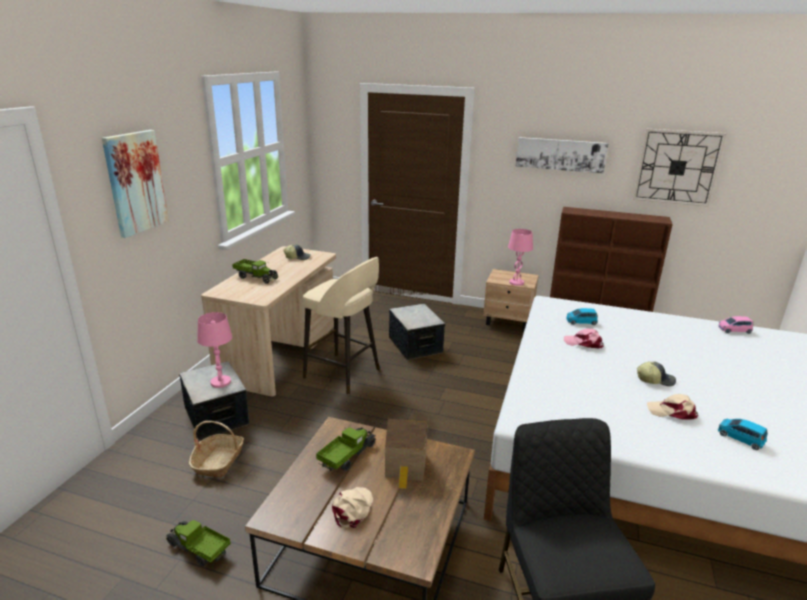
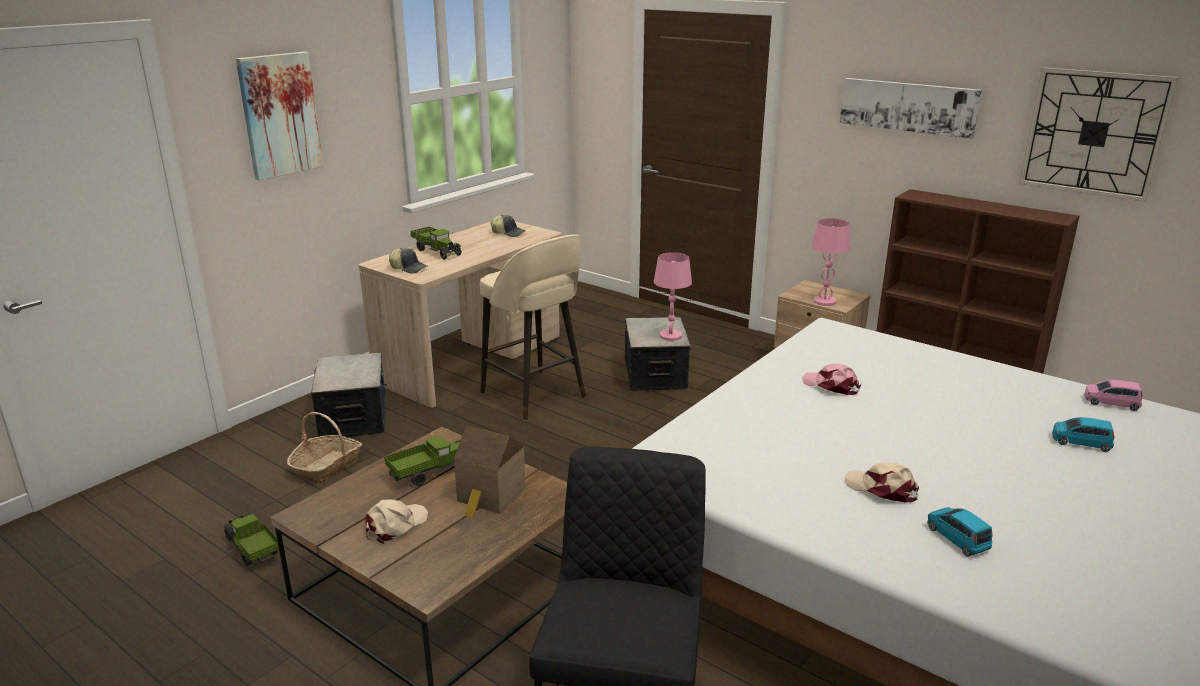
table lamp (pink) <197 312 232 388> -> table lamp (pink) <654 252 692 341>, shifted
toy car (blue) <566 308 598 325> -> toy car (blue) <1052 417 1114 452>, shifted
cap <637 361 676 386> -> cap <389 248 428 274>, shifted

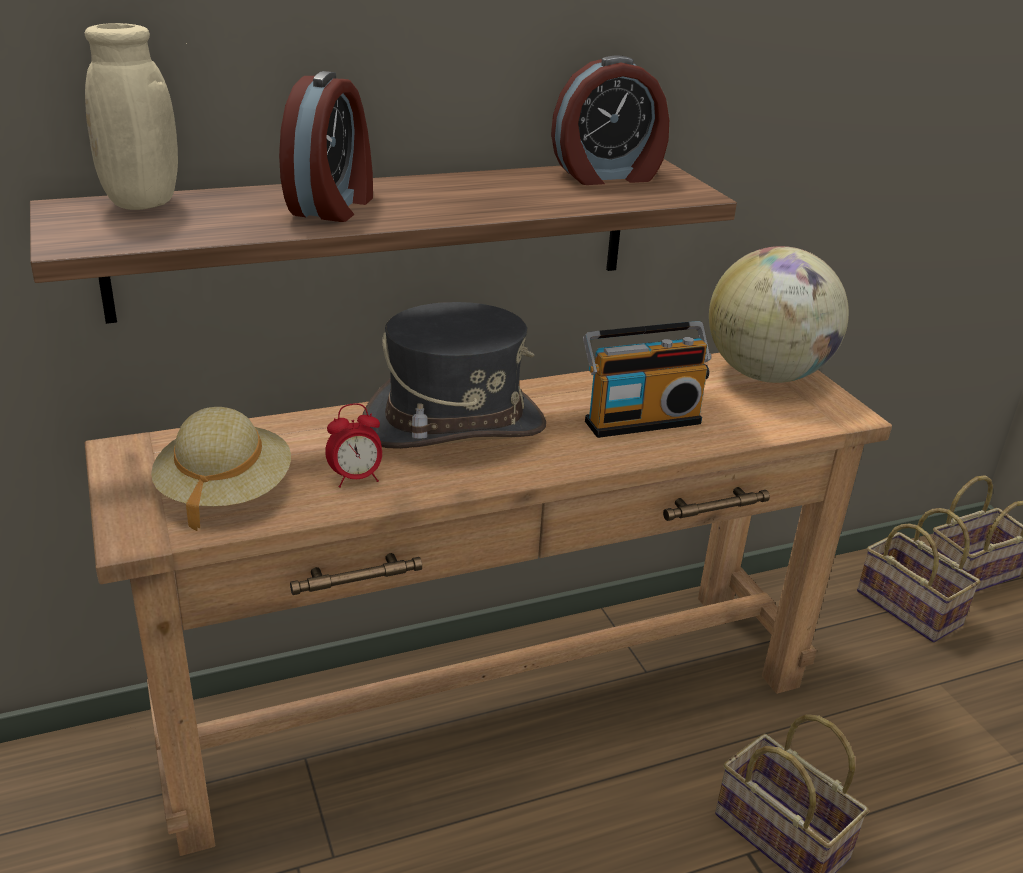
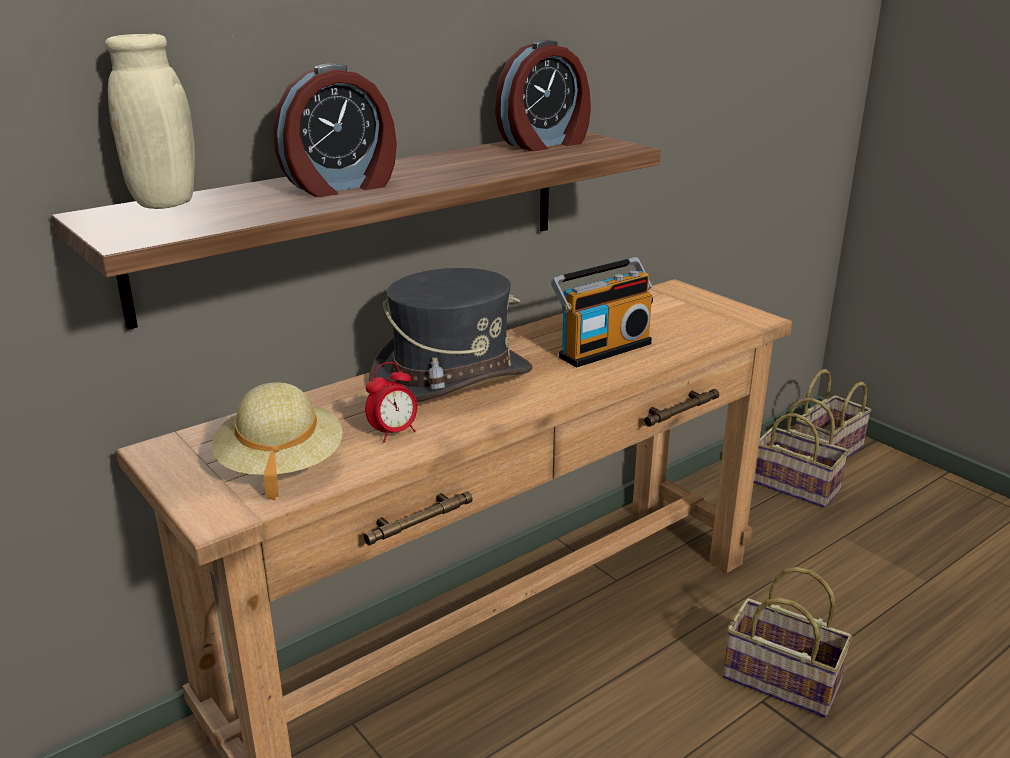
globe <709 246 849 383> -> none
alarm clock <279 71 373 222> -> alarm clock <273 63 397 197>, 60 degrees clockwise

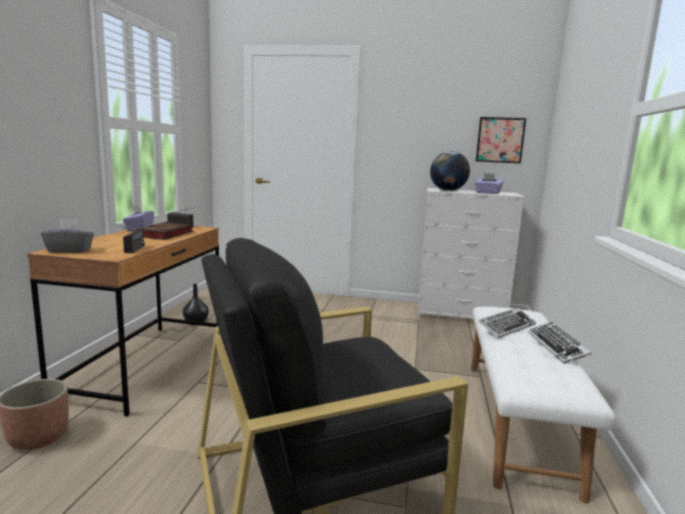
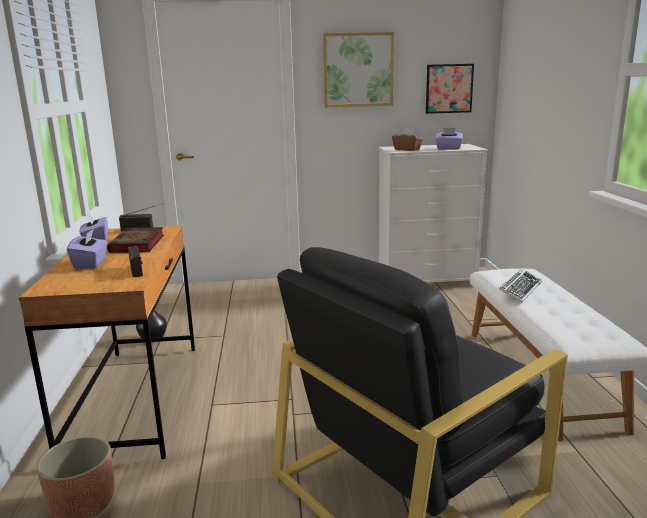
tissue box (grey) <41 219 94 253> -> none
keyboard <528 322 592 364> -> none
none -> tissue box (purple) <67 229 107 269>
none -> picture <323 32 394 107>
globe <430 151 470 191> -> tissue box (brown) <392 128 423 151>

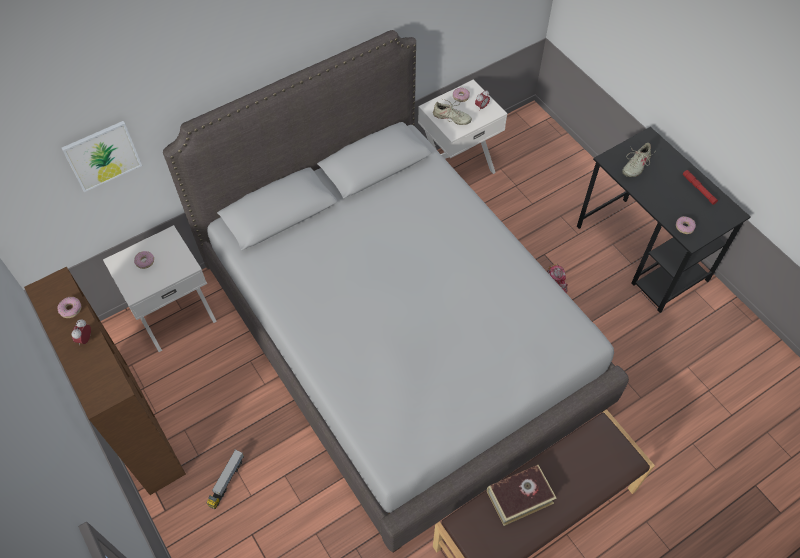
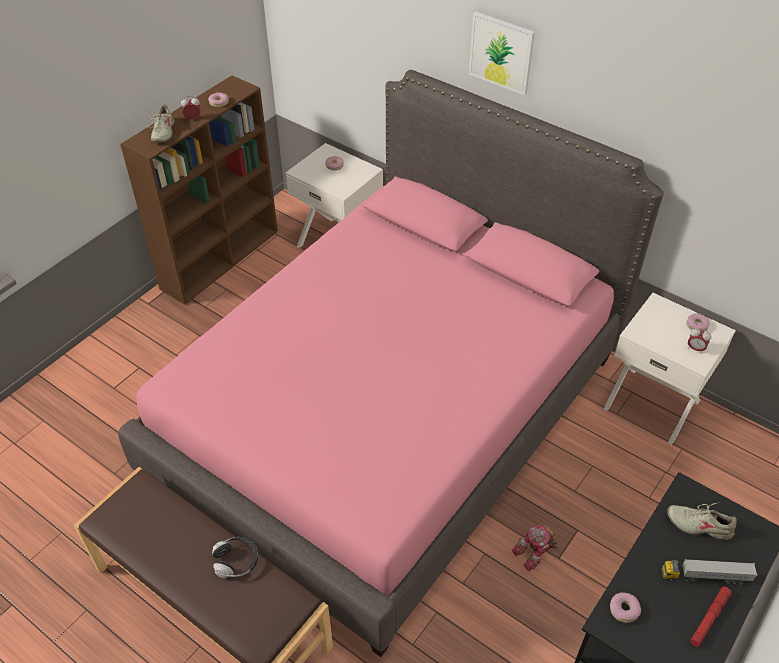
book <487 465 557 526> -> none
none -> headphones <212 537 258 578>
picture <62 121 142 192> -> picture <469 12 535 96>, shifted
toy truck <207 450 244 509> -> toy truck <661 559 757 585>, shifted
shoe (beige) <433 99 472 125> -> shoe (beige) <148 104 175 143>, shifted
bed (grey) <163 30 629 553> -> bed (pink) <118 70 664 657>

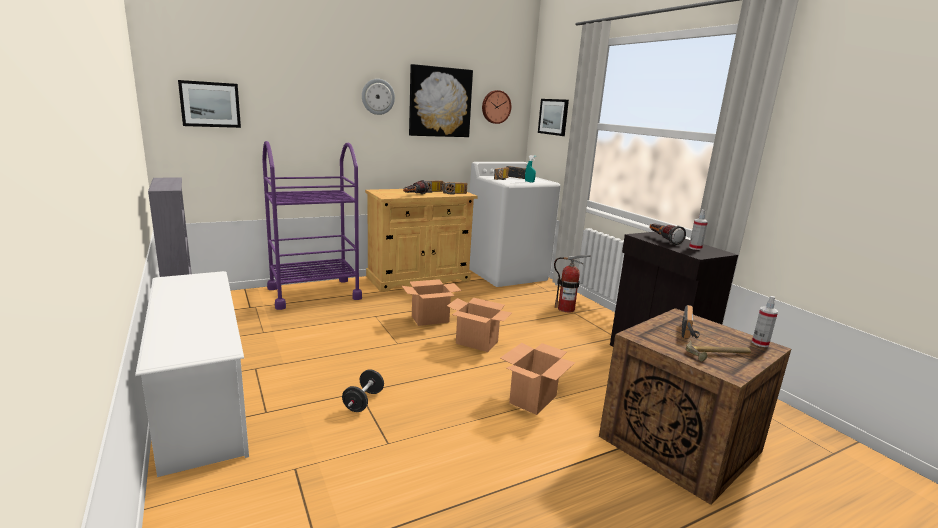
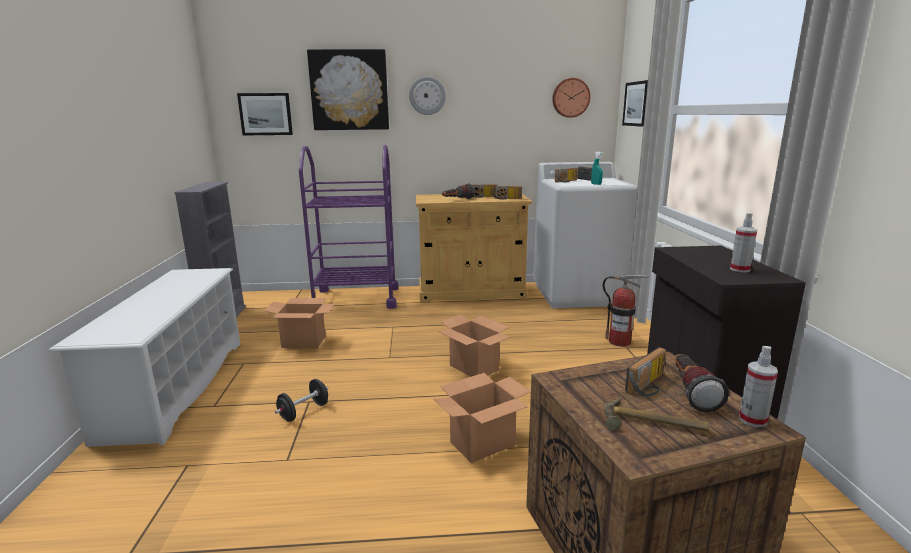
cardboard box <402 279 462 326> -> cardboard box <264 298 335 348>, shifted
picture <409 64 473 137> -> picture <307 49 389 130>, shifted
flashlight <650 224 686 245> -> flashlight <675 354 729 412>, shifted

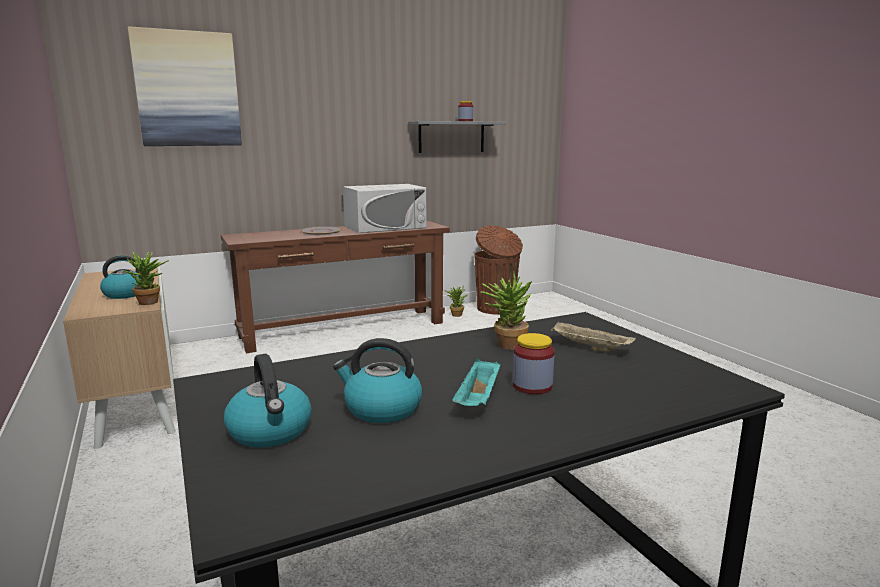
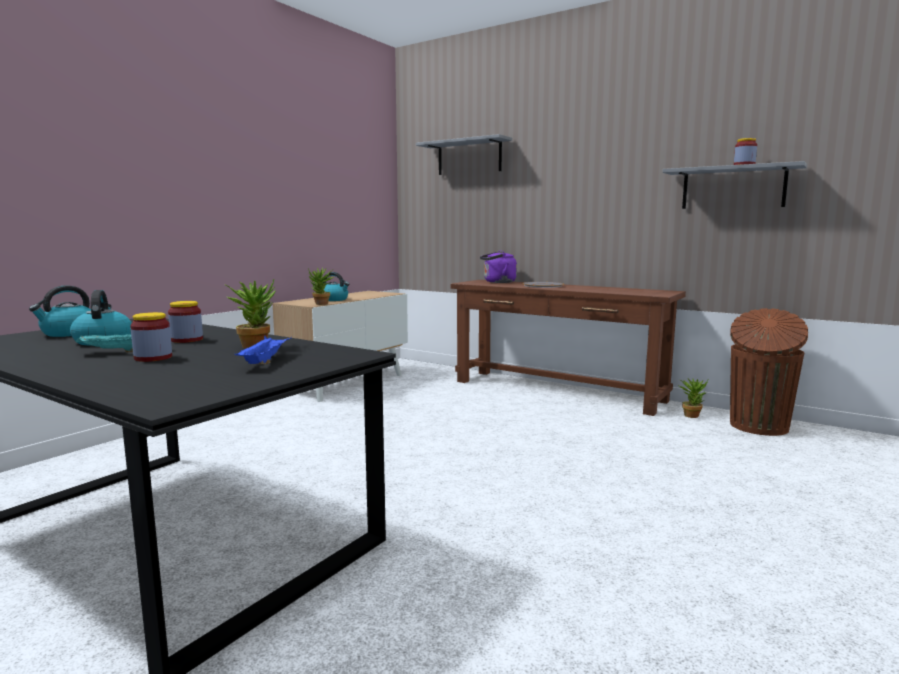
microwave (white) <343 184 427 233> -> none
none -> jar <168 301 203 343>
none -> kettle (purple) <480 251 517 283>
picture <128 26 242 146> -> shelf (grey) <416 134 512 175>
tray (beige) <551 322 636 351> -> tray (blue) <234 336 292 364>

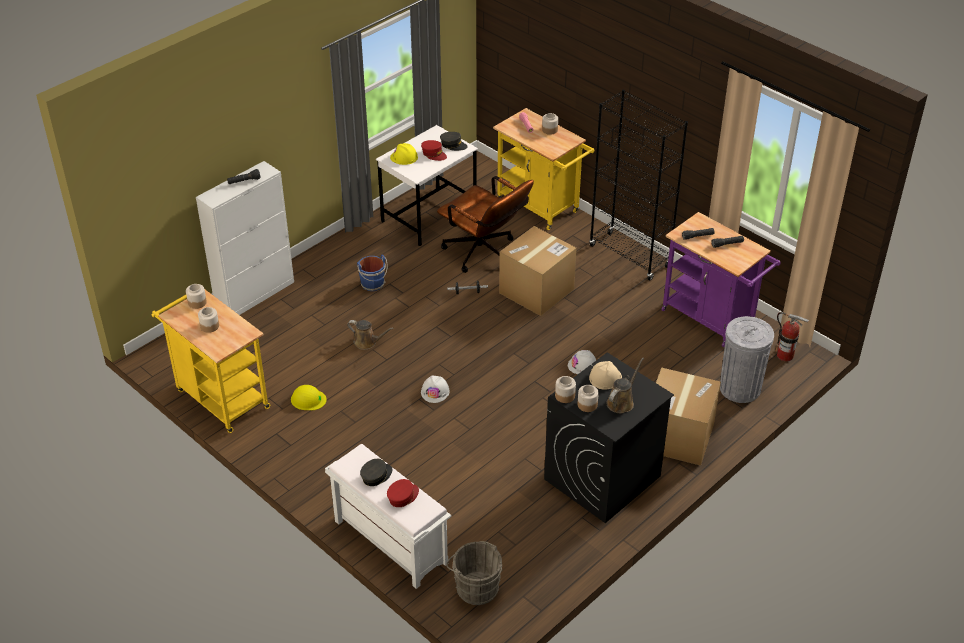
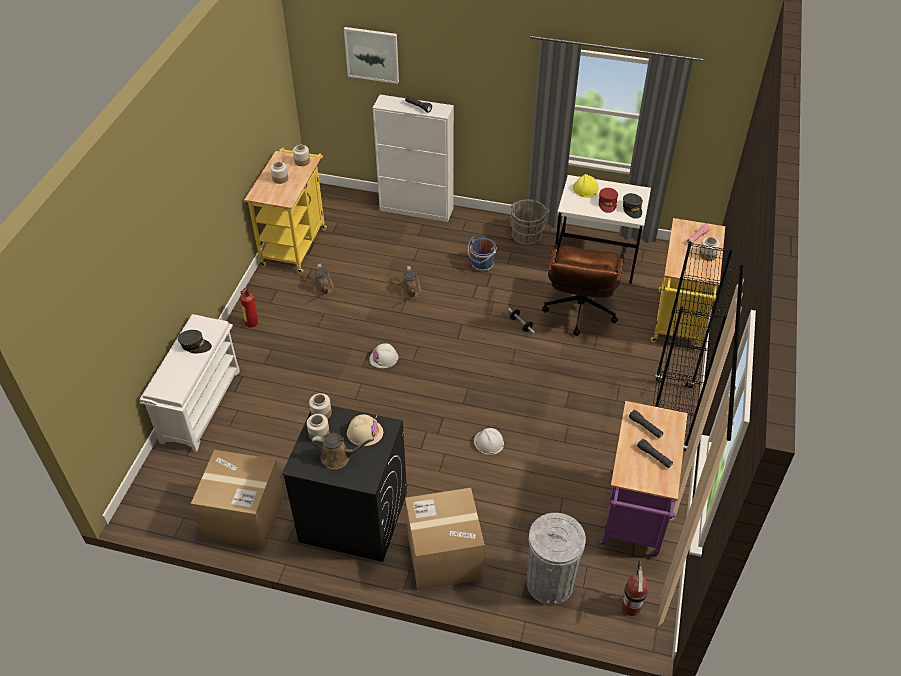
cap (red) <387 479 419 507> -> none
none -> fire extinguisher <240 288 258 327>
none -> picture <344 27 399 84>
bucket (grey) <446 541 502 605> -> bucket (grey) <510 199 550 245>, shifted
cardboard box <499 226 577 316> -> cardboard box <191 450 284 549>, shifted
hard hat (yellow) <291 385 327 410> -> watering can (brown) <313 263 334 295>

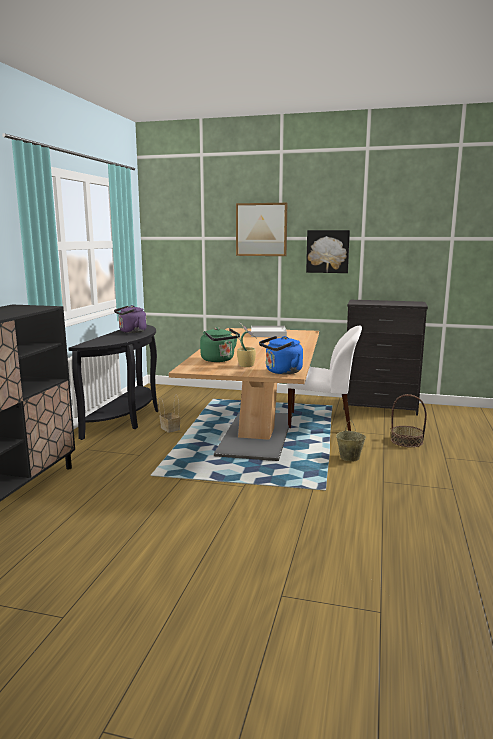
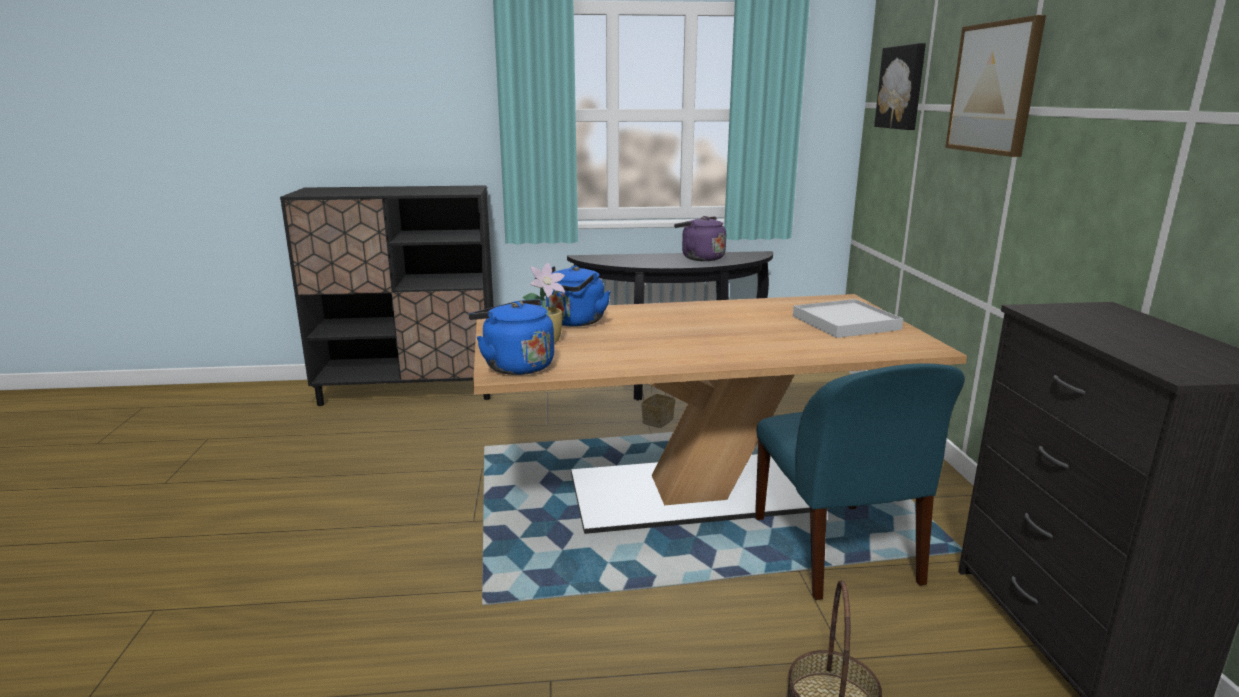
bucket (beige) <336 420 366 461> -> none
picture <306 230 350 273> -> picture <874 43 926 130>, shifted
kettle (green) <200 327 240 362> -> kettle (blue) <534 265 611 327>
chair (white) <287 326 362 431> -> chair (blue) <755 363 965 600>

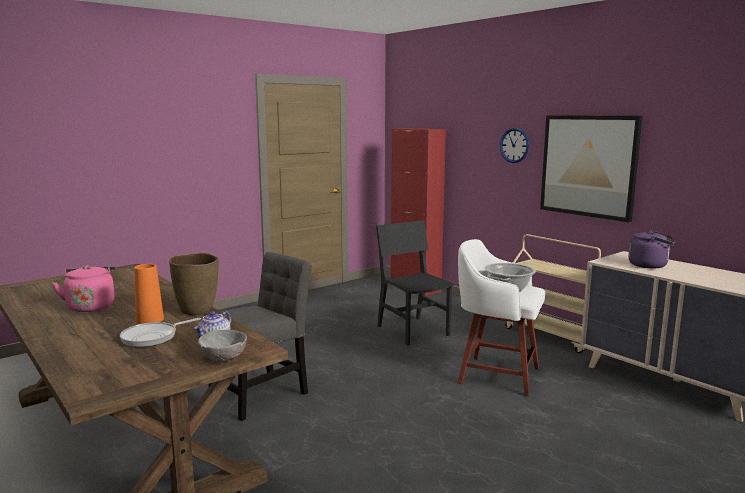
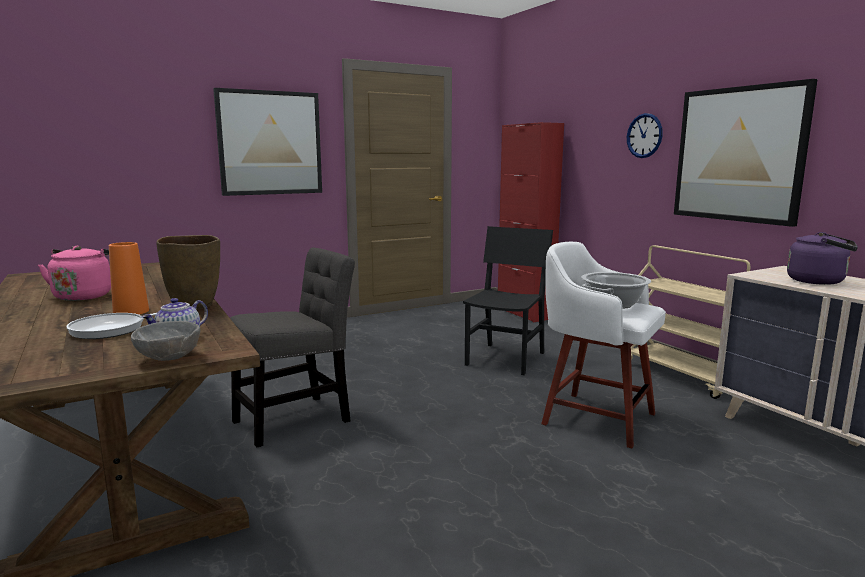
none -> picture <213 88 322 196>
chair (black) <376 220 454 345> -> chair (black) <463 226 553 375>, 45 degrees clockwise

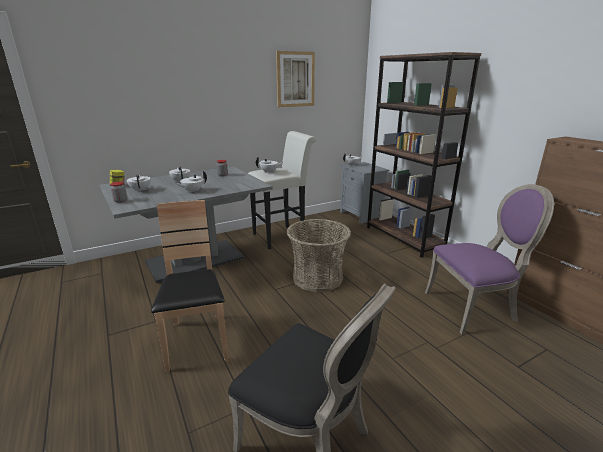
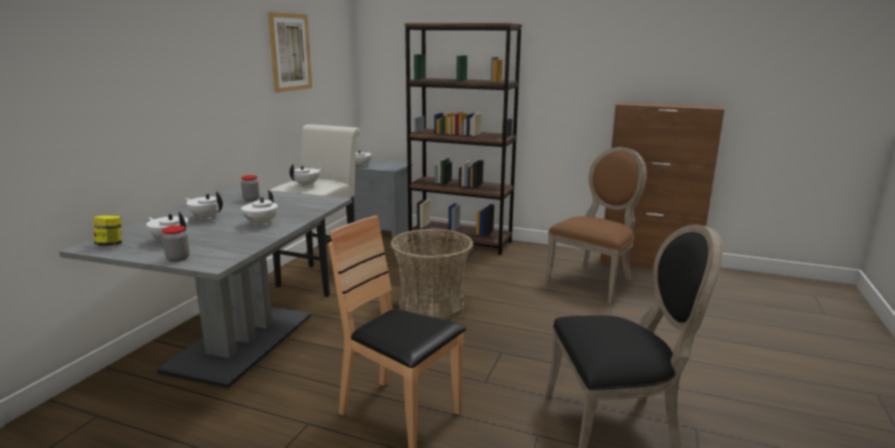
chair (purple) <425 184 554 335> -> chair (brown) <545 147 647 304>

